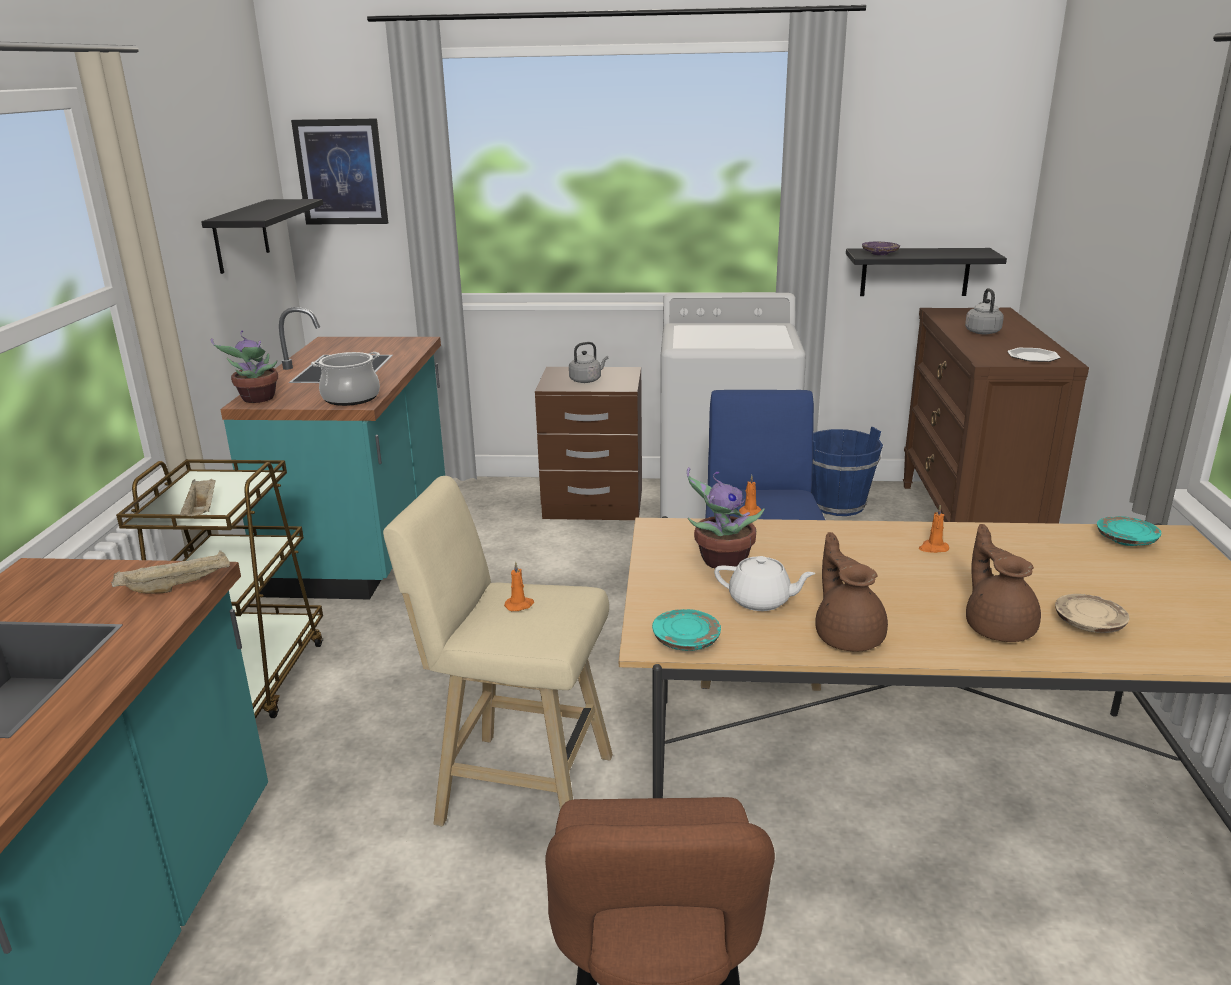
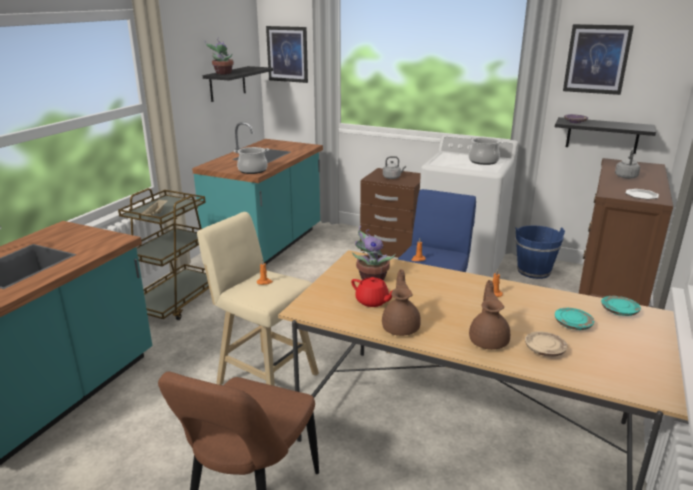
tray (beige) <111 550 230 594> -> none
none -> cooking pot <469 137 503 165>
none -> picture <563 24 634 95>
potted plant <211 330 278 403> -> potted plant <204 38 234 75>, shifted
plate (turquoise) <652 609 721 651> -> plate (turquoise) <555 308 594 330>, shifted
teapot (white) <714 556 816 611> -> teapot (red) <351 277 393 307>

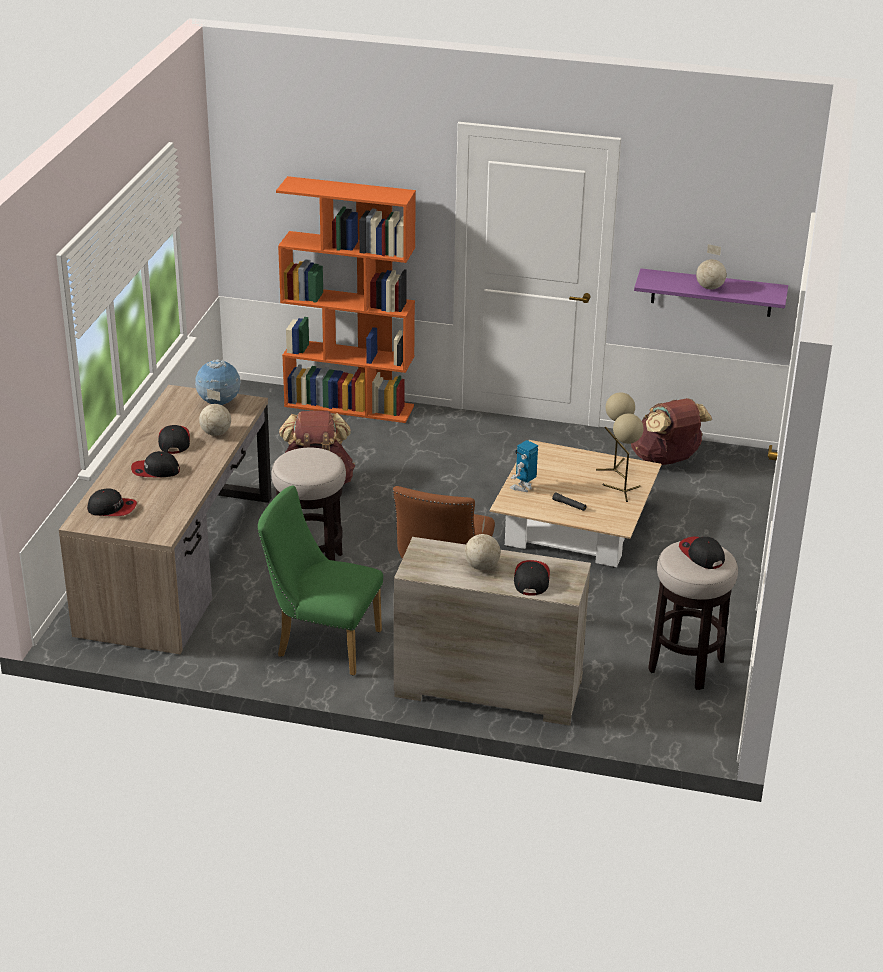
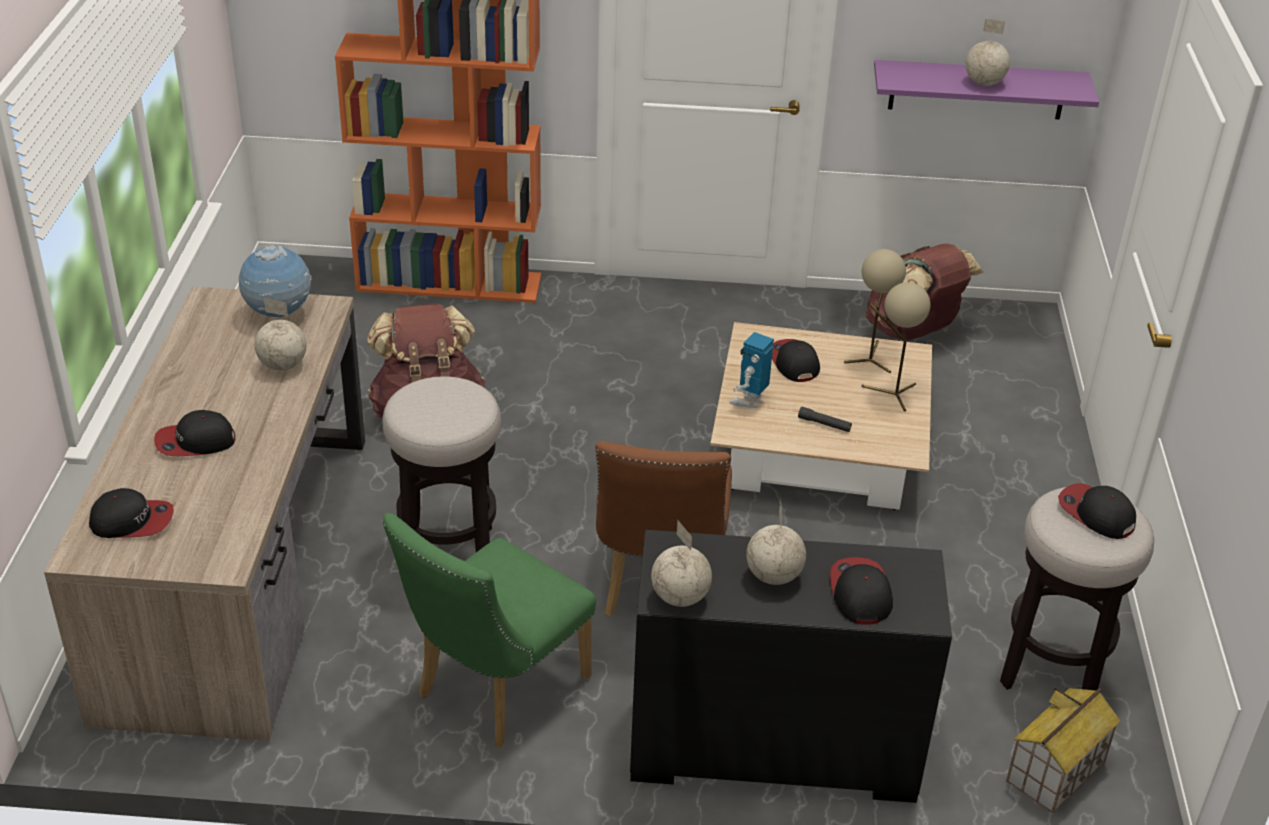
none -> globe <651 521 712 607>
none -> toy house <1006 687 1121 813>
cap <158 425 190 454> -> cap <772 339 820 382>, shifted
dresser (beige) <394 537 591 726> -> dresser (black) <630 530 952 803>
chair (green) <257 485 383 676> -> chair (green) <382 513 596 748>, 60 degrees counterclockwise

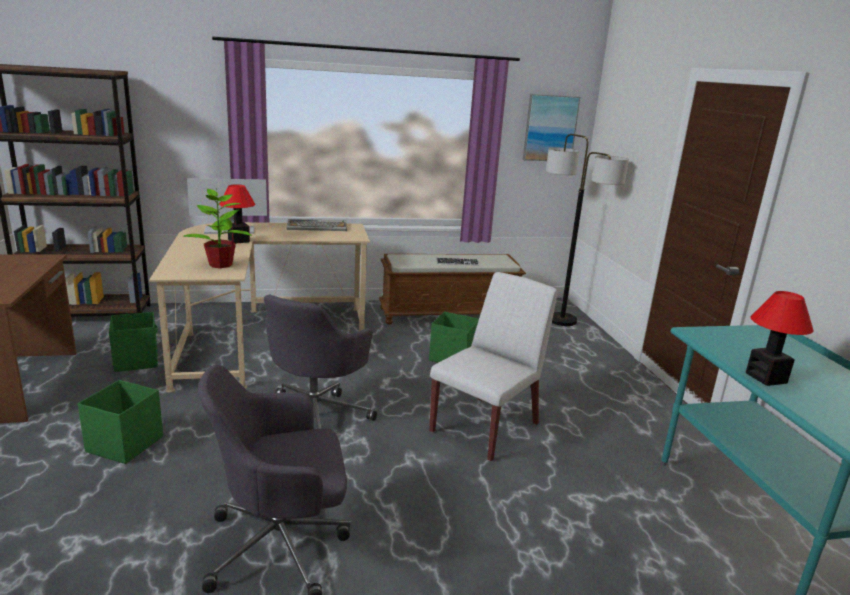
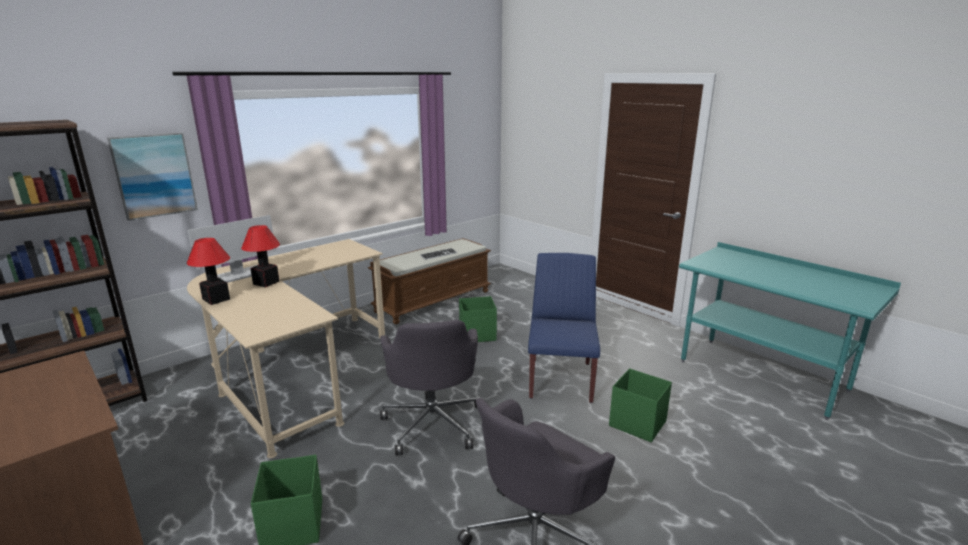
potted plant <183 188 252 268> -> none
keyboard <286 219 347 231> -> none
floor lamp <546 134 629 326> -> none
storage box (green) <109 312 158 372> -> storage box (green) <609 368 672 442>, shifted
picture <523 94 580 161> -> picture <107 133 198 221>, shifted
table lamp <746 291 814 386> -> table lamp <187 238 230 305>, shifted
chair (white) <429 272 558 461> -> chair (blue) <528 253 600 403>

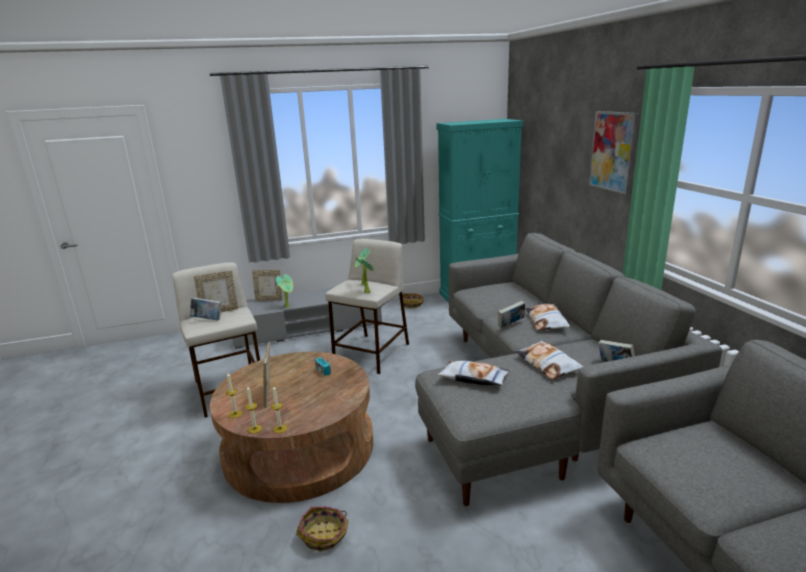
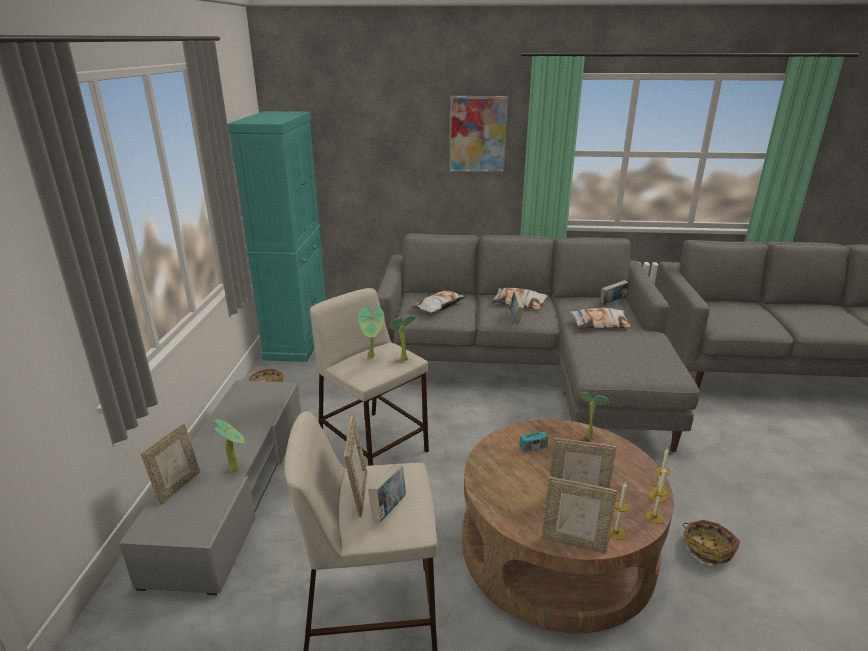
none -> picture frame <542 476 617 554>
none -> potted plant <579 392 609 440>
pillow <437 361 509 386> -> pillow <411 291 467 313>, shifted

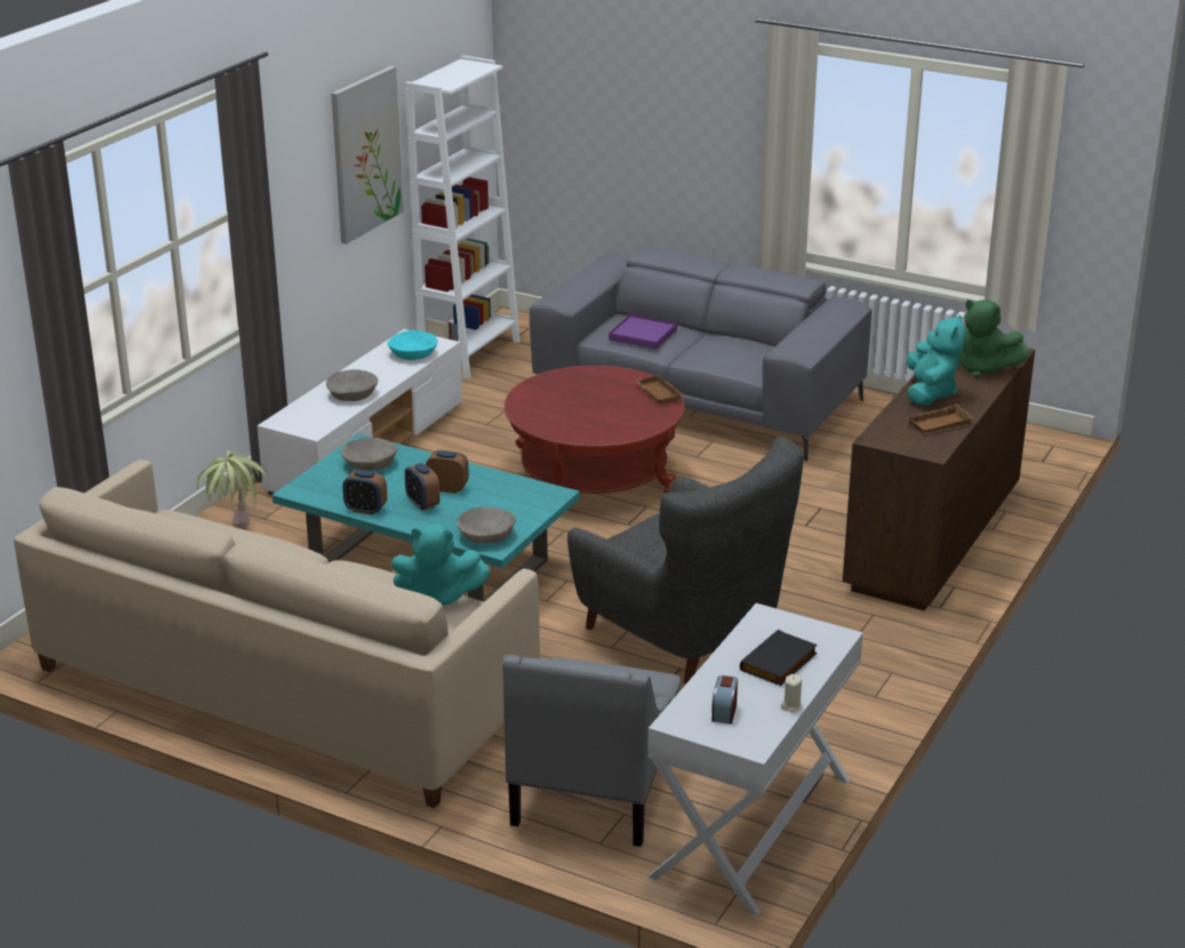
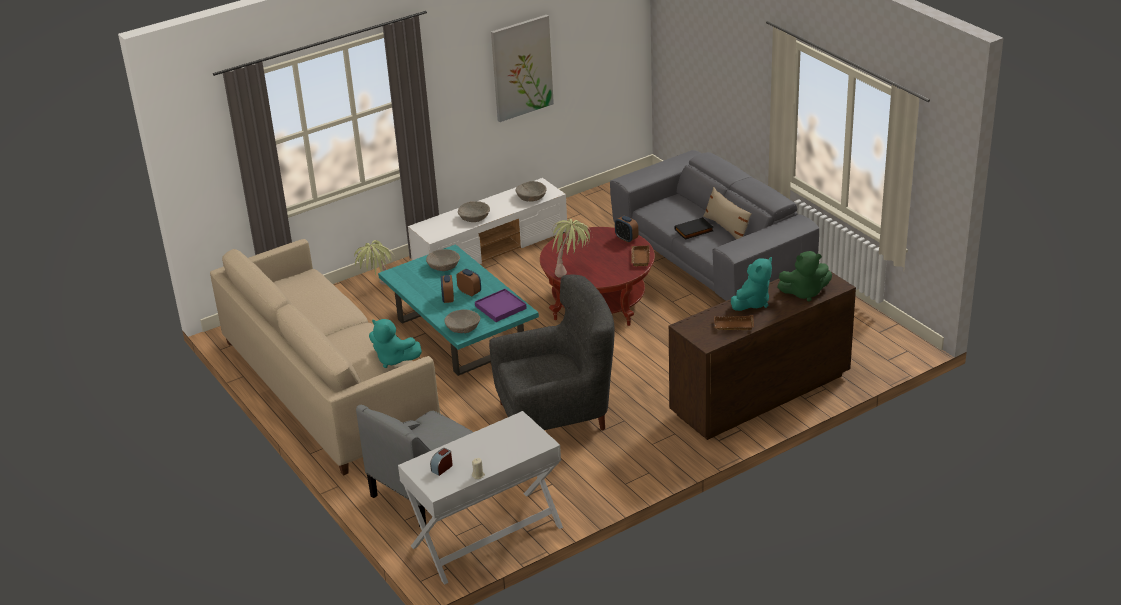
bookcase (white) <405 55 520 379> -> none
none -> potted plant <552 219 592 278>
none -> pillow (beige) <703 187 751 239>
alarm clock <343 470 387 515> -> alarm clock <615 216 638 243>, shifted
tray (purple) <609 314 677 349> -> tray (purple) <475 289 527 322>, shifted
book (black) <740 630 817 686> -> book (black) <674 217 713 240>, shifted
bowl (turquoise) <387 330 438 360> -> bowl (beige) <515 181 547 202>
armchair (grey) <567 436 804 684> -> armchair (grey) <489 275 615 430>, 90 degrees counterclockwise
plush toy (green) <959 300 1030 378> -> plush toy (green) <777 251 832 302>, 60 degrees counterclockwise

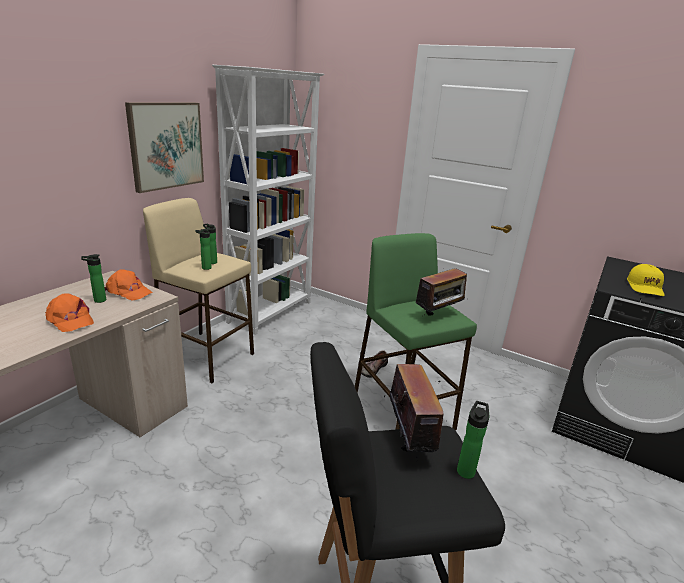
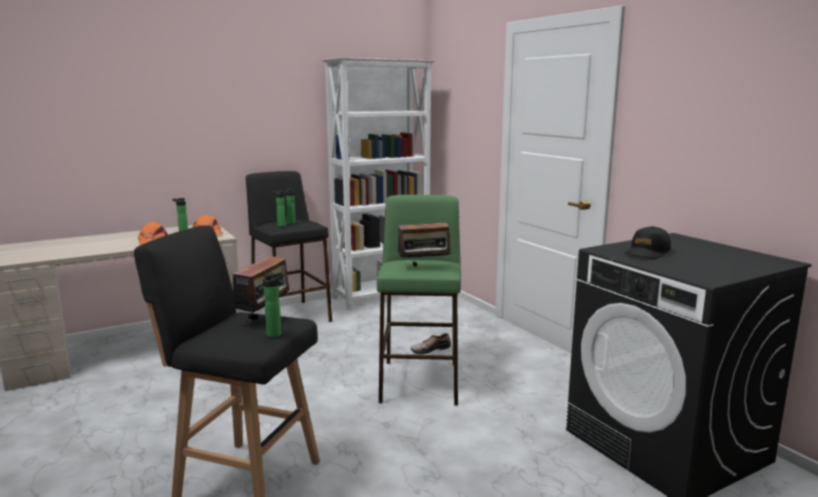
picture <125 102 204 193> -> none
stool (beige) <143 198 254 383> -> stool (black) <246 171 332 322>
cap (yellow) <627 264 665 296> -> cap (black) <625 226 671 259>

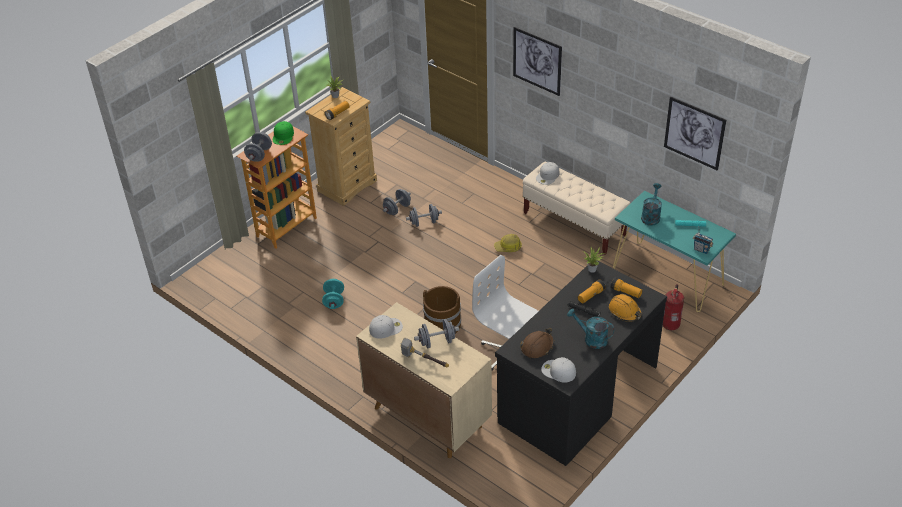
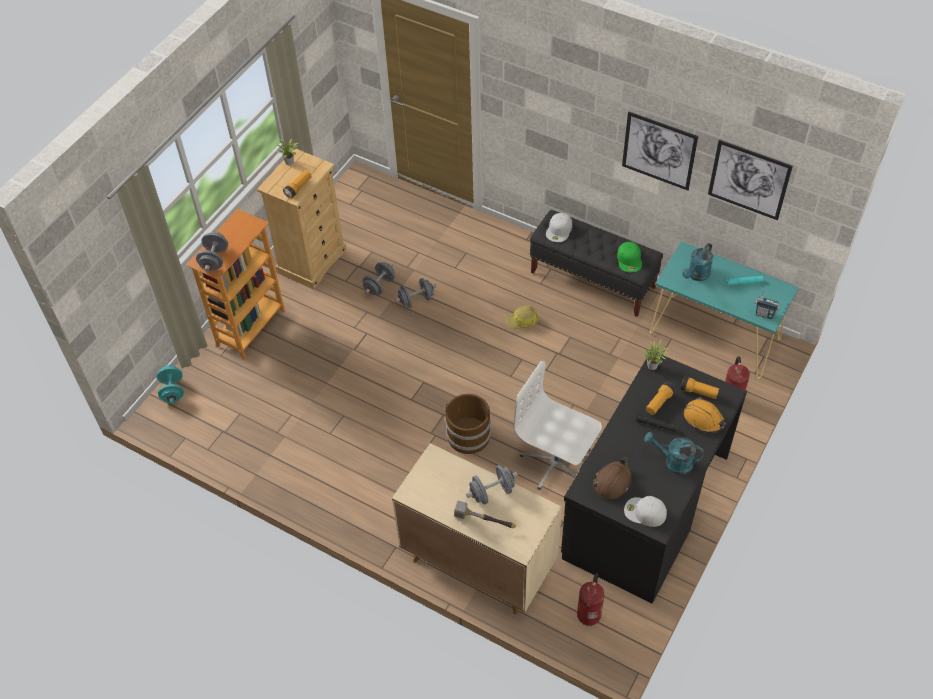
cap (white) <369 315 403 339> -> none
none -> fire extinguisher <577 573 605 626>
cap (green) <273 121 294 145> -> cap (green) <617 242 642 273>, shifted
dumbbell (turquoise) <322 279 344 309> -> dumbbell (turquoise) <157 365 184 404>, shifted
picture <513 27 562 96> -> picture <622 112 698 191>, shifted
bench (beige) <523 162 631 255> -> bench (black) <530 210 663 317>
watering can (turquoise) <641 183 662 226> -> watering can (turquoise) <682 243 713 281>, 150 degrees counterclockwise

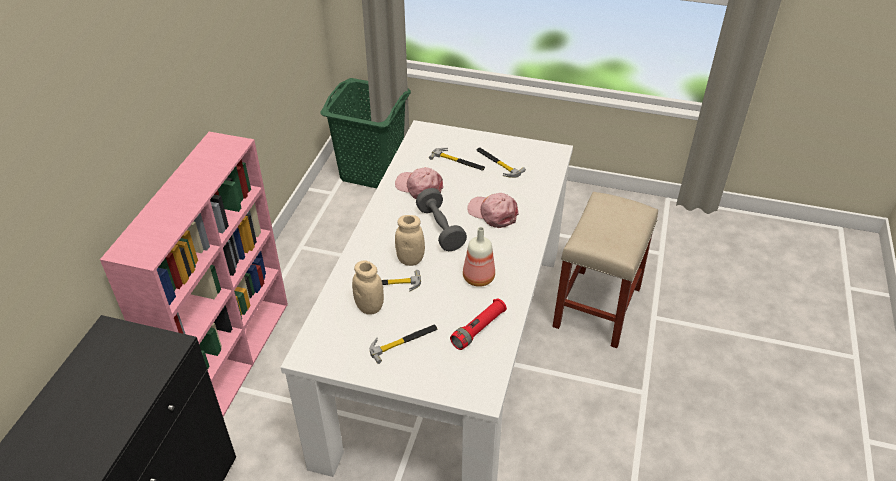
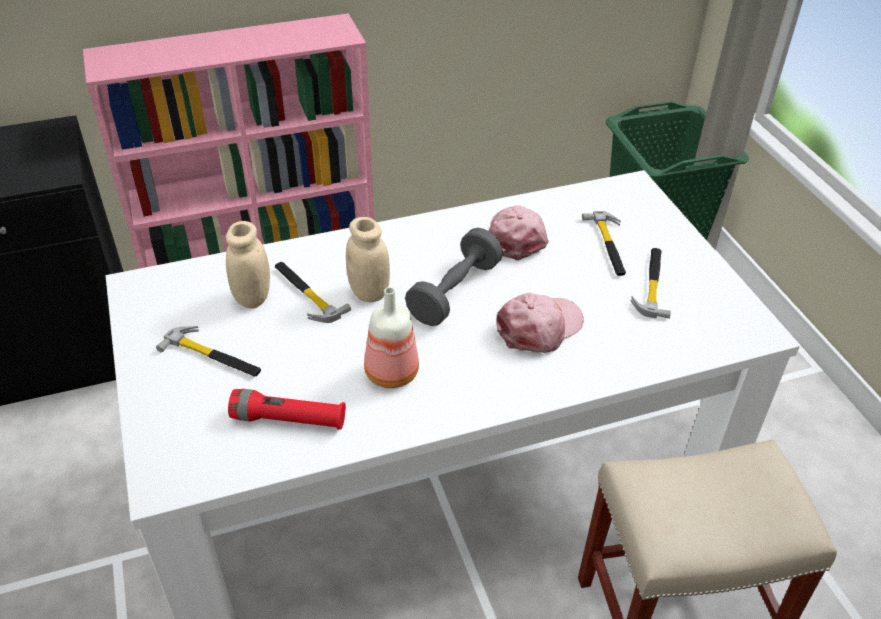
cap (pink) <467 193 519 228> -> cap (pink) <496 293 584 353>, 45 degrees clockwise

